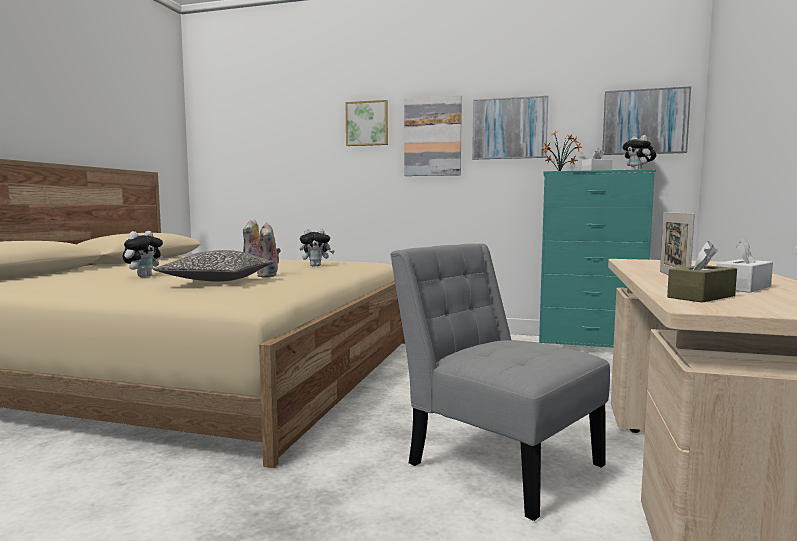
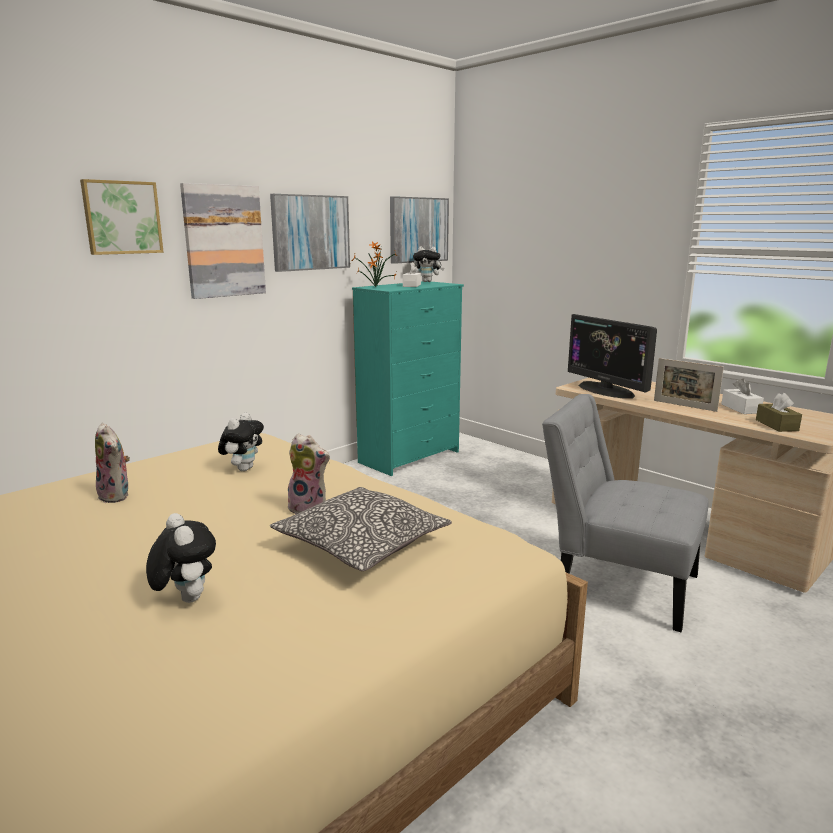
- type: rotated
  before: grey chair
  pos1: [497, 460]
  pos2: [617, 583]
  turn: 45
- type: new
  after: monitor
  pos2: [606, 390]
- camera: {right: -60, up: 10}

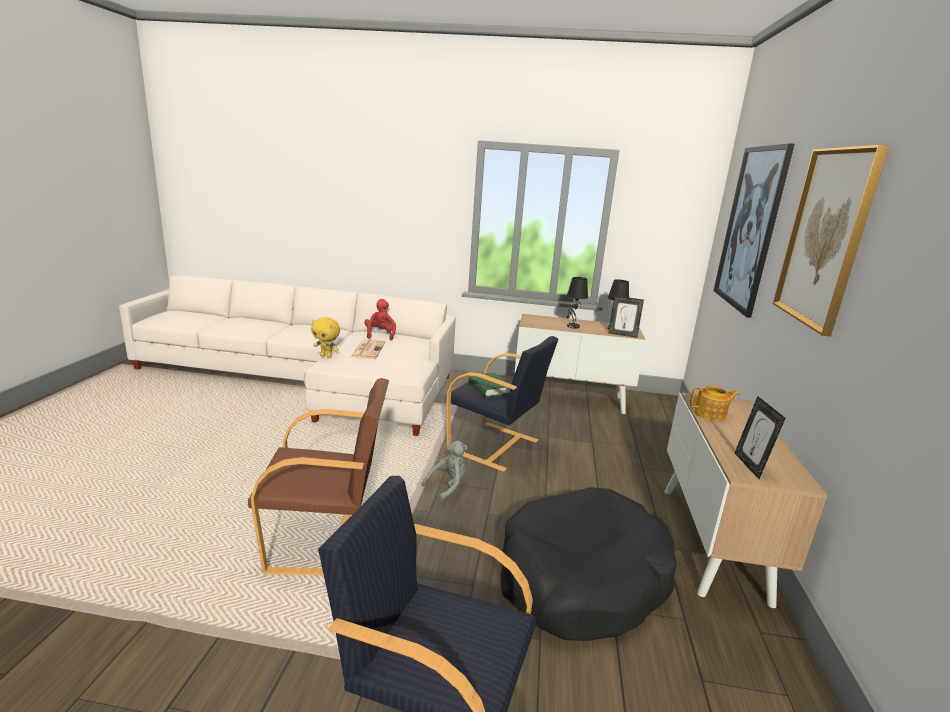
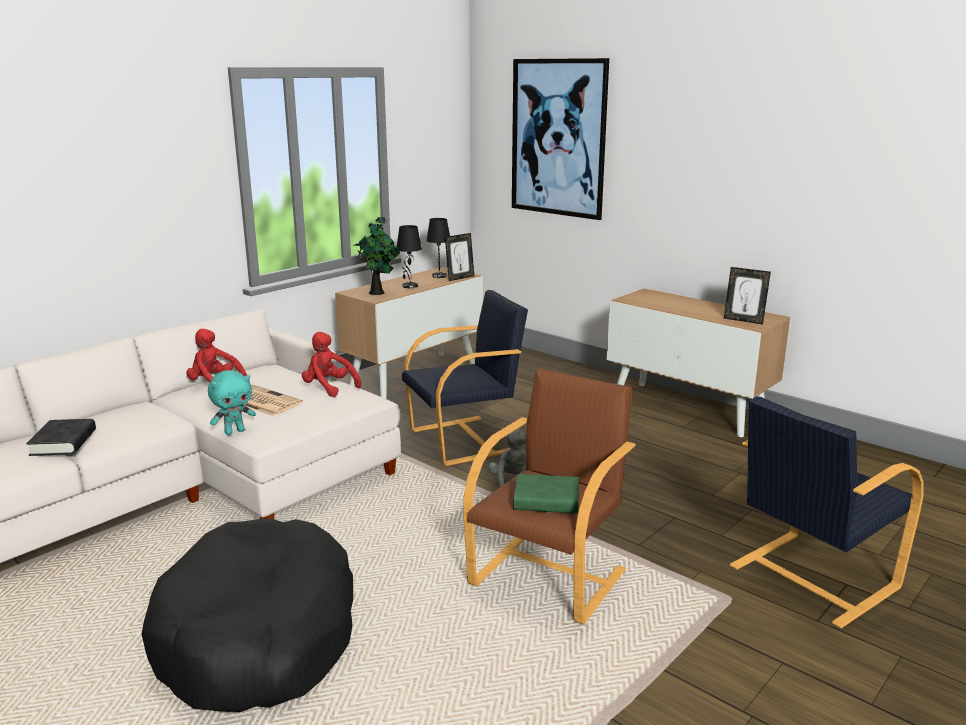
- type: new
  after: black book
  pos2: [63, 442]
- type: shifted
  before: black dog bed
  pos1: [581, 579]
  pos2: [258, 636]
- type: repainted
  before: yellow plush toy
  after: turquoise plush toy
  pos1: [326, 356]
  pos2: [234, 431]
- type: new
  after: red plush toy
  pos2: [328, 388]
- type: new
  after: potted plant
  pos2: [378, 292]
- type: shifted
  before: green book
  pos1: [489, 388]
  pos2: [546, 500]
- type: gone
  before: teapot
  pos1: [710, 414]
- type: gone
  before: picture
  pos1: [825, 237]
- camera: {right: -55, up: 0}

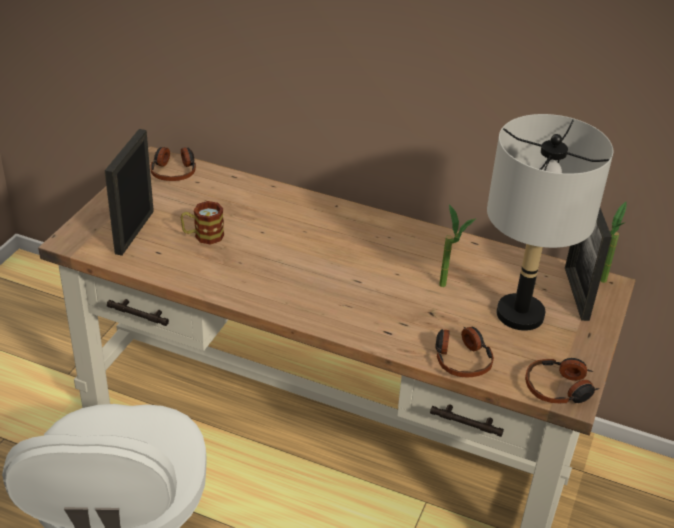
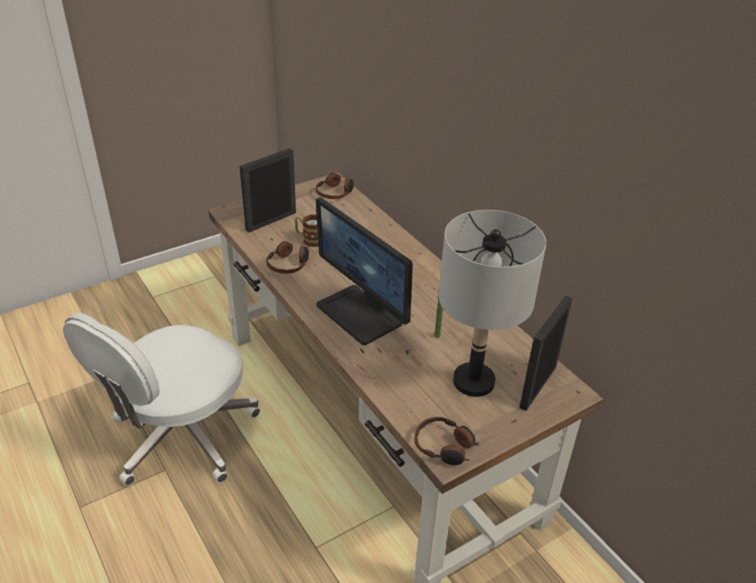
- type: shifted
  before: headphones
  pos1: [461, 359]
  pos2: [289, 264]
- type: new
  after: monitor
  pos2: [360, 314]
- type: gone
  before: potted plant
  pos1: [602, 285]
- camera: {right: 35, up: 0}

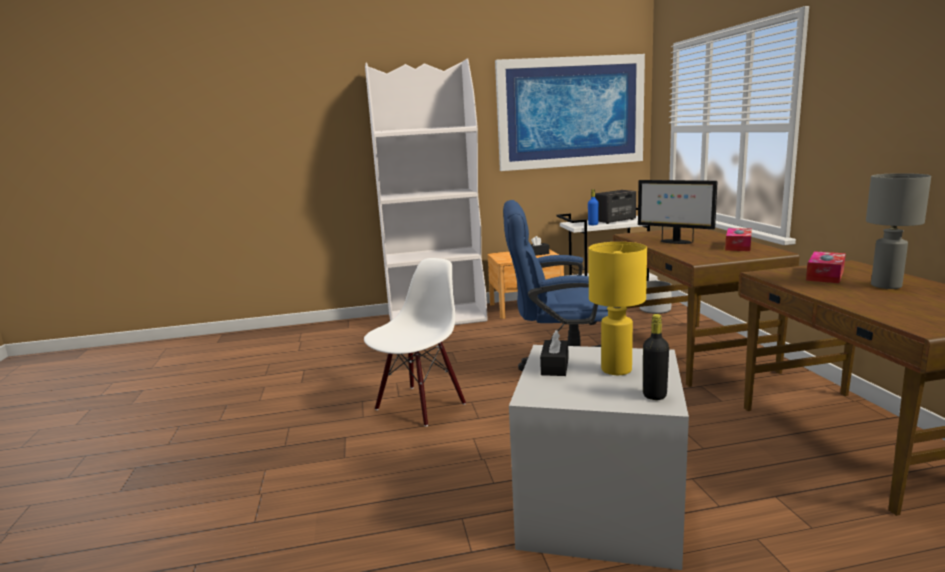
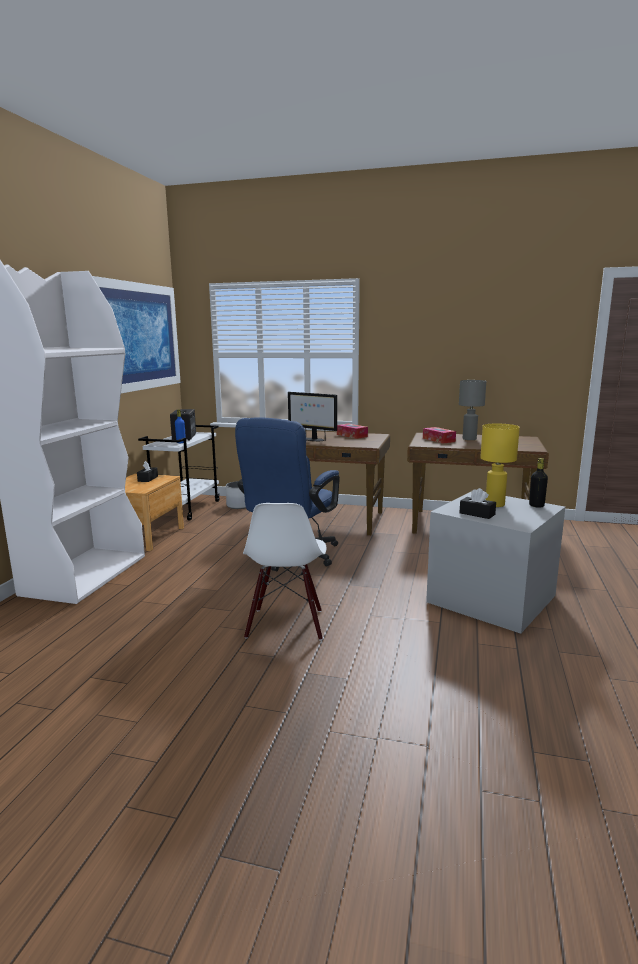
- type: rotated
  before: white chair
  pos1: [420, 405]
  pos2: [286, 624]
  turn: -150
- type: rotated
  before: monitor
  pos1: [675, 242]
  pos2: [313, 439]
  turn: 60
- camera: {right: -65, up: 0}

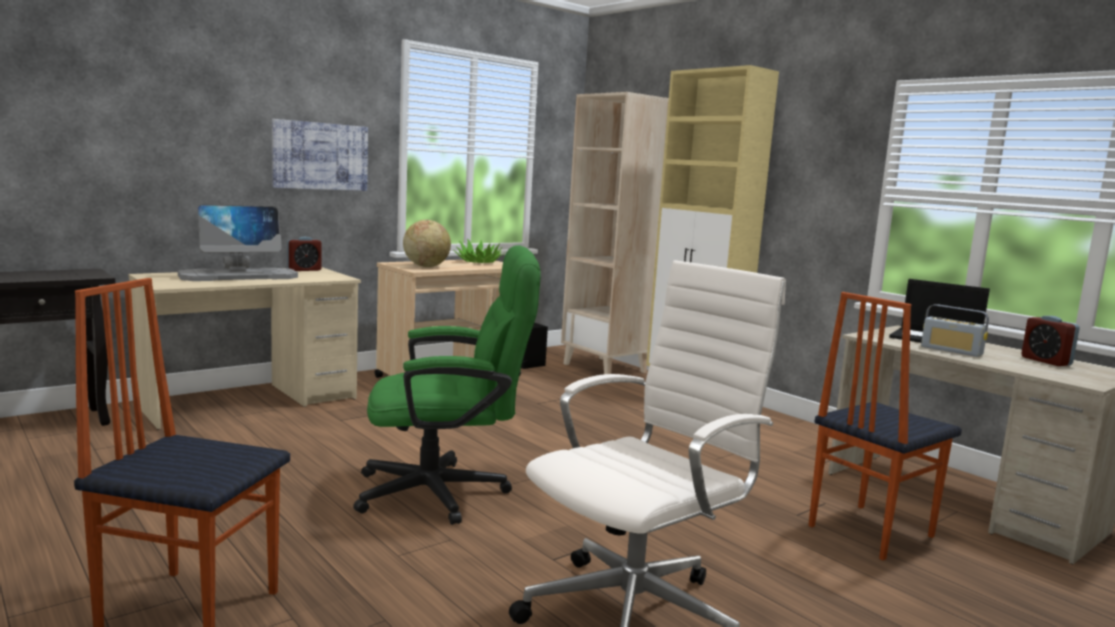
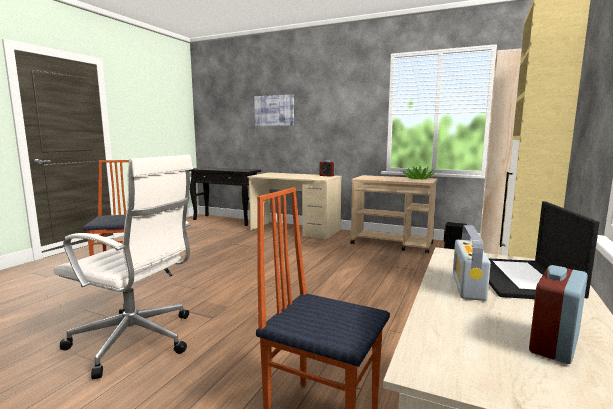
- type: shifted
  before: picture
  pos1: [320, 156]
  pos2: [274, 110]
- type: gone
  before: monitor
  pos1: [240, 276]
- type: gone
  before: green office chair
  pos1: [446, 492]
- type: gone
  before: globe
  pos1: [426, 266]
- camera: {right: 65, up: 0}

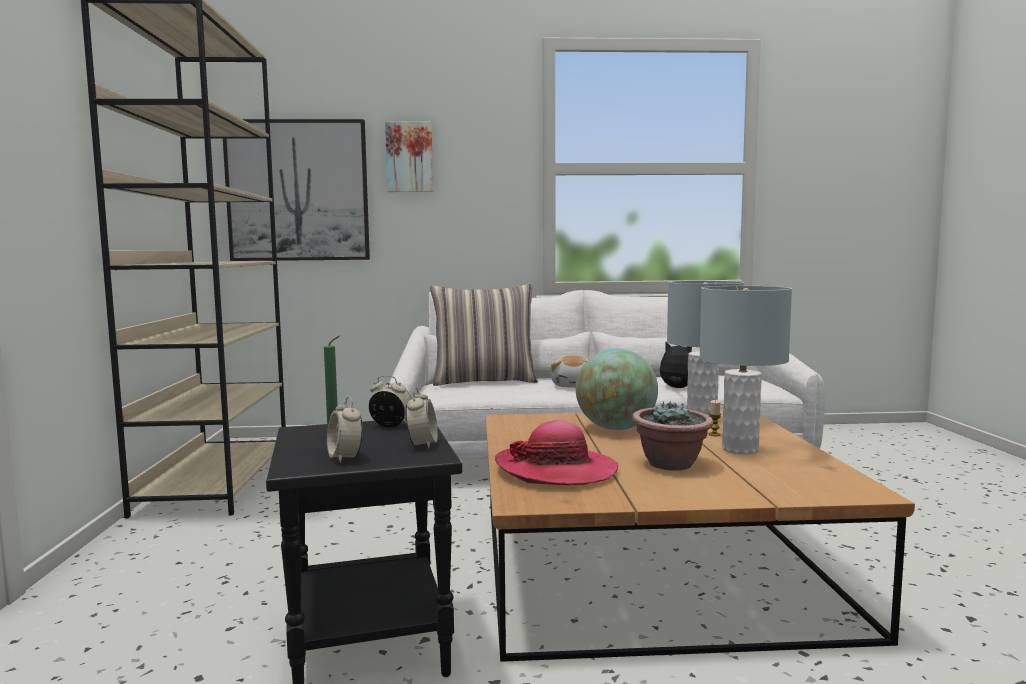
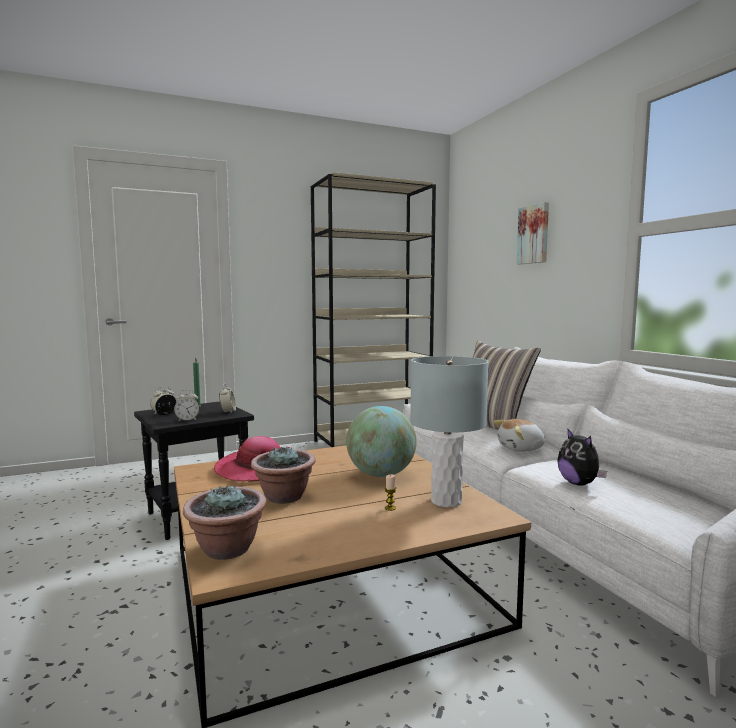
- type: new
  after: potted plant
  pos2: [227, 550]
- type: rotated
  before: plush toy
  pos1: [676, 388]
  pos2: [579, 483]
  turn: 150
- type: gone
  before: picture
  pos1: [298, 191]
- type: gone
  before: grey table lamp
  pos1: [740, 449]
- camera: {right: 70, up: 0}

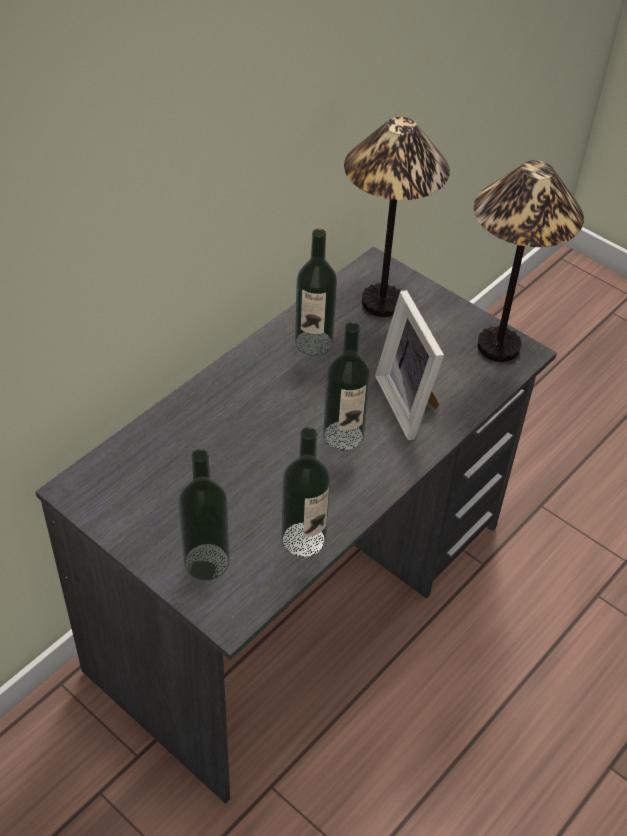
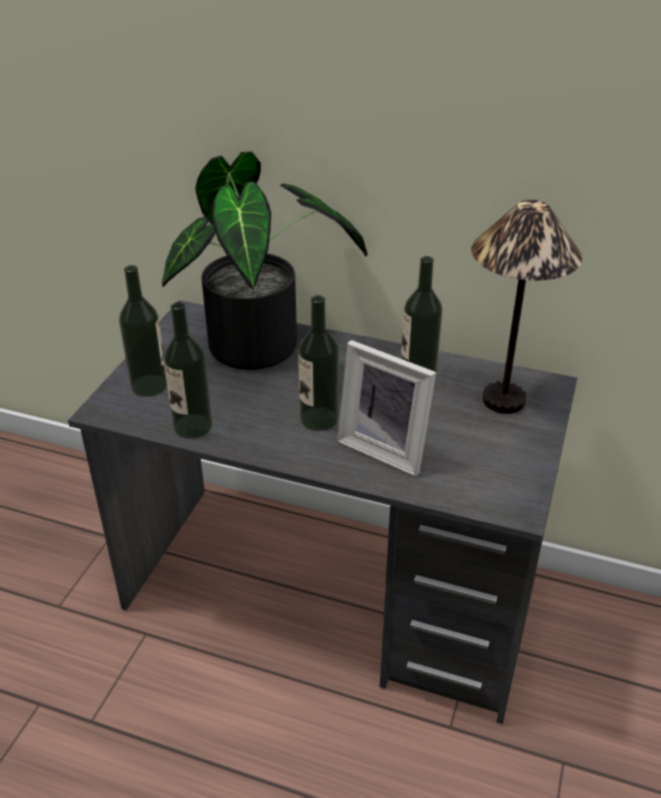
- type: new
  after: potted plant
  pos2: [264, 348]
- type: rotated
  before: picture frame
  pos1: [410, 403]
  pos2: [386, 448]
  turn: -105
- type: gone
  before: table lamp
  pos1: [498, 348]
- camera: {right: 70, up: -10}

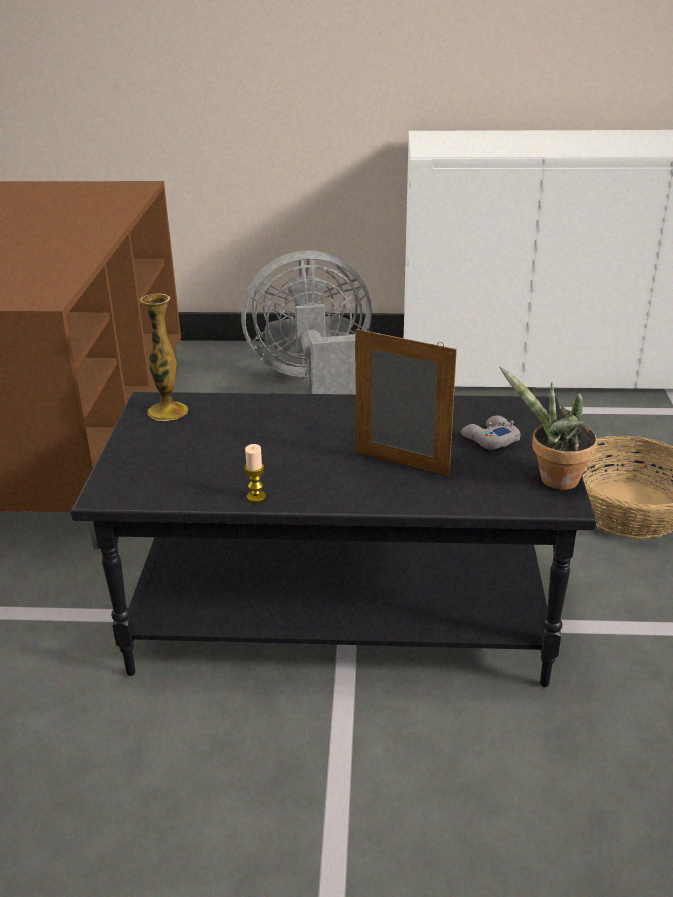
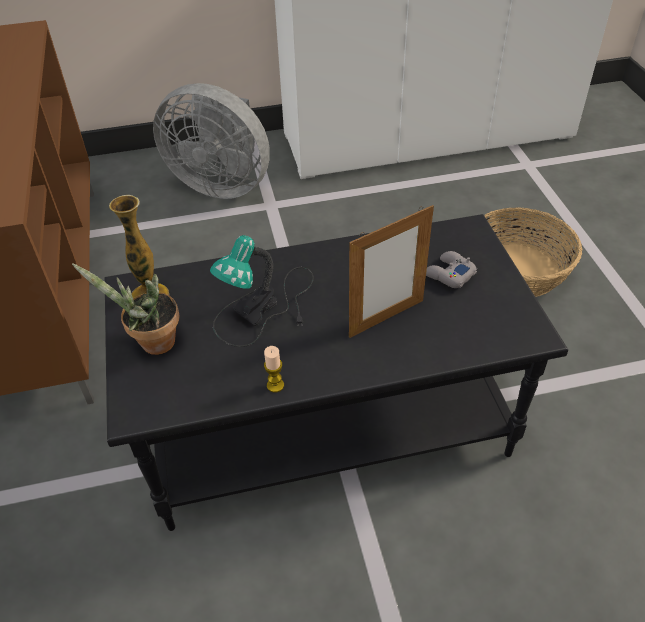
- type: shifted
  before: potted plant
  pos1: [553, 480]
  pos2: [152, 344]
- type: rotated
  before: grey fan
  pos1: [315, 381]
  pos2: [222, 184]
  turn: -135
- type: new
  after: table lamp
  pos2: [266, 308]
- type: rotated
  before: picture frame
  pos1: [401, 463]
  pos2: [386, 318]
  turn: 135
- camera: {right: -15, up: 15}

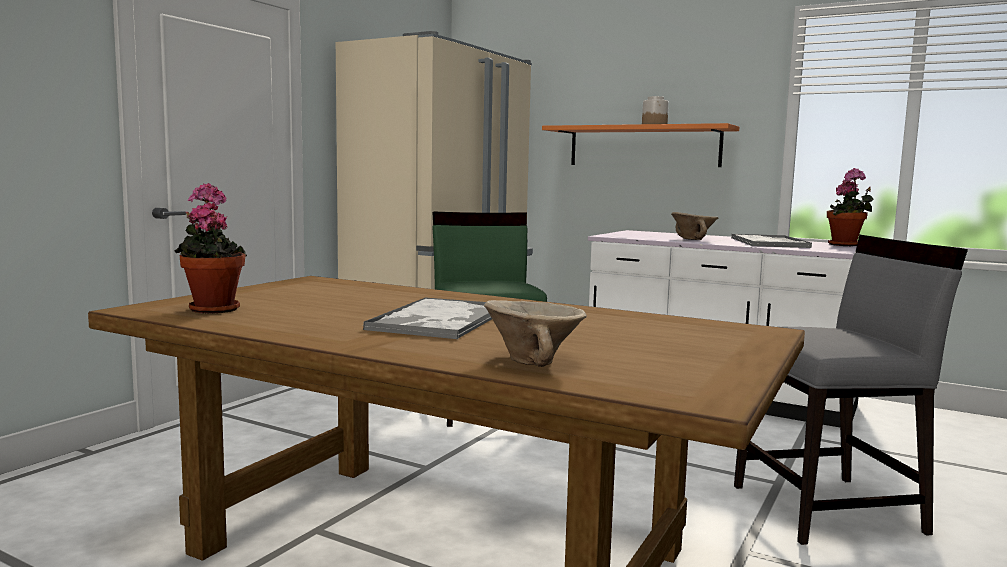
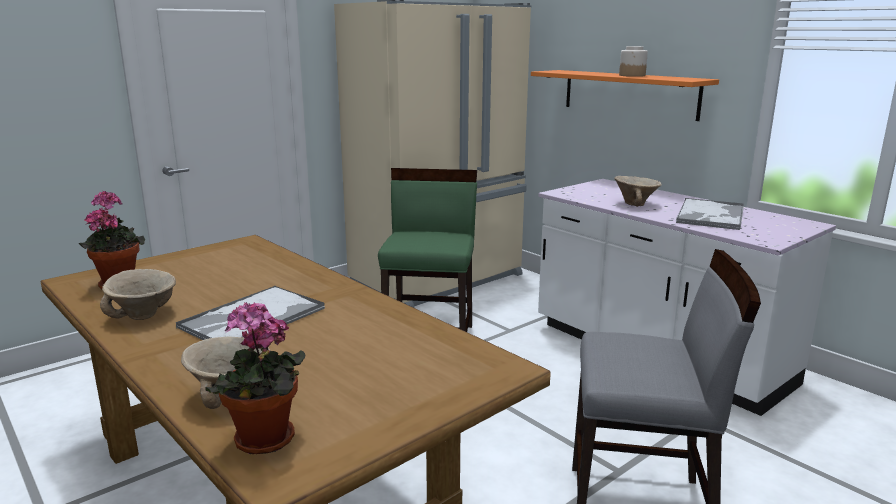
- type: new
  after: beige bowl
  pos2: [145, 315]
- type: shifted
  before: potted plant
  pos1: [846, 245]
  pos2: [264, 442]
- camera: {right: 20, up: 10}

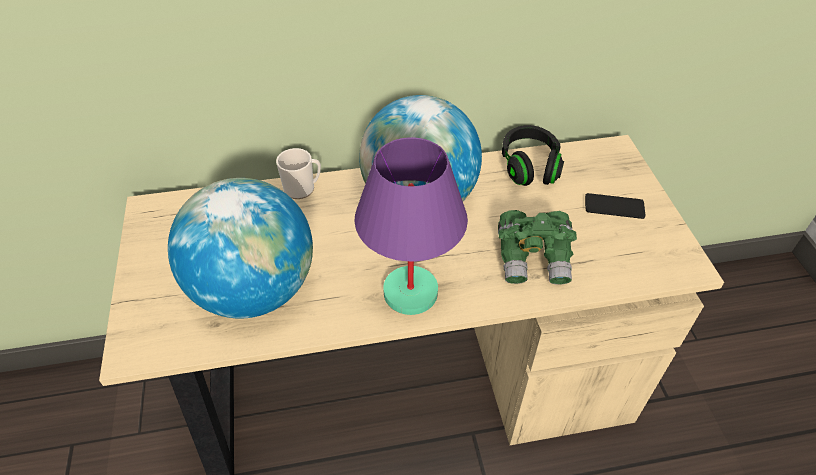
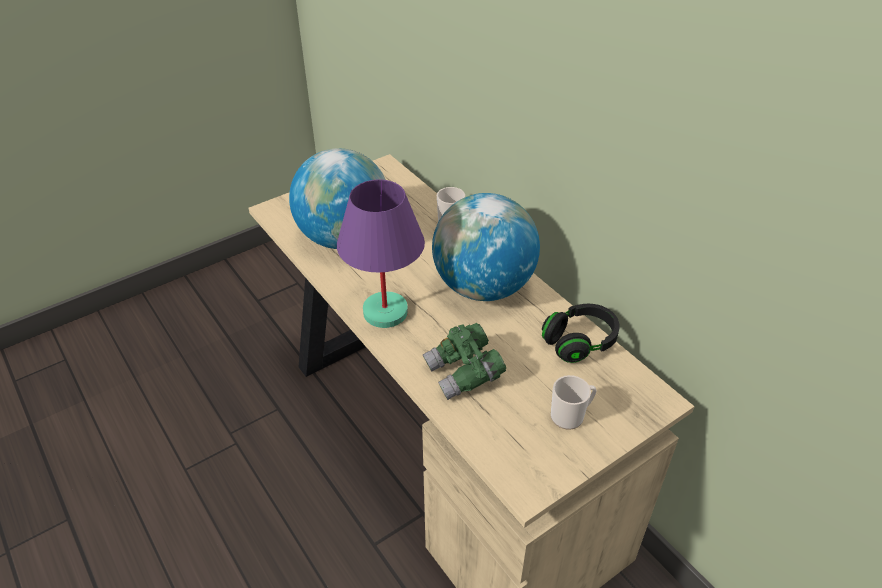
- type: swapped
  before: phone
  after: mug
  pos1: [614, 206]
  pos2: [570, 415]
- camera: {right: 65, up: -5}

